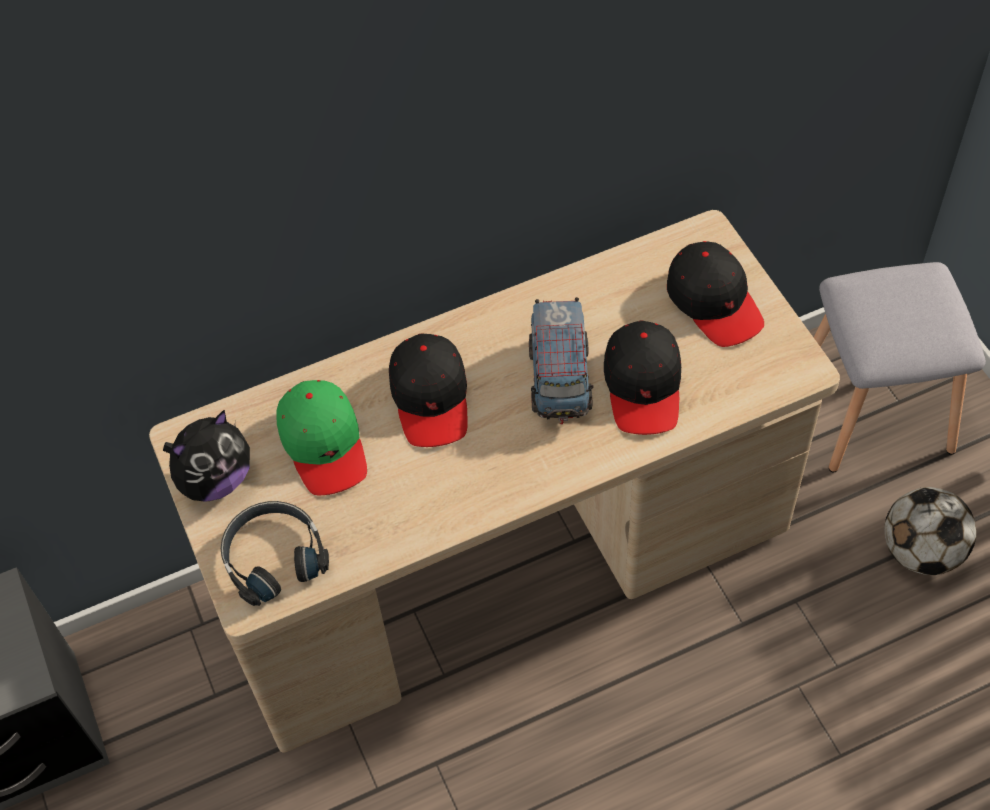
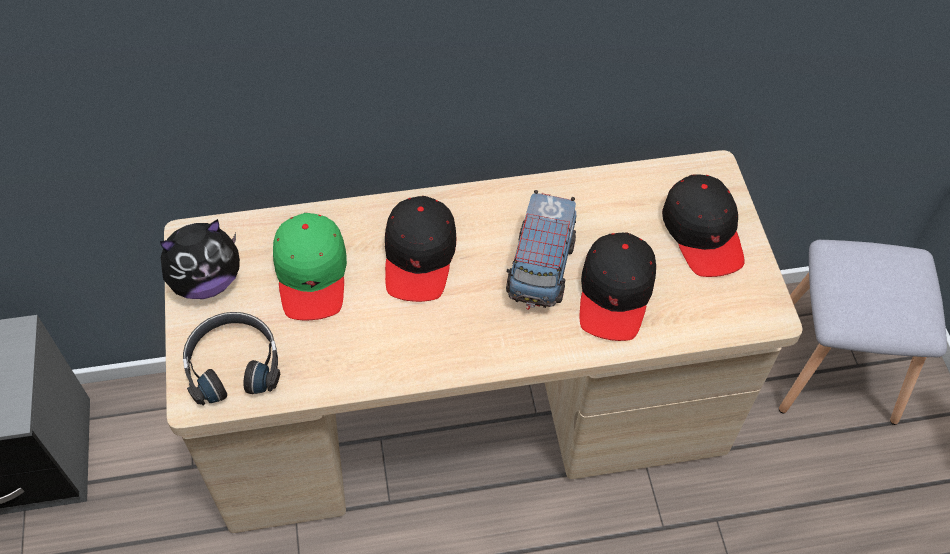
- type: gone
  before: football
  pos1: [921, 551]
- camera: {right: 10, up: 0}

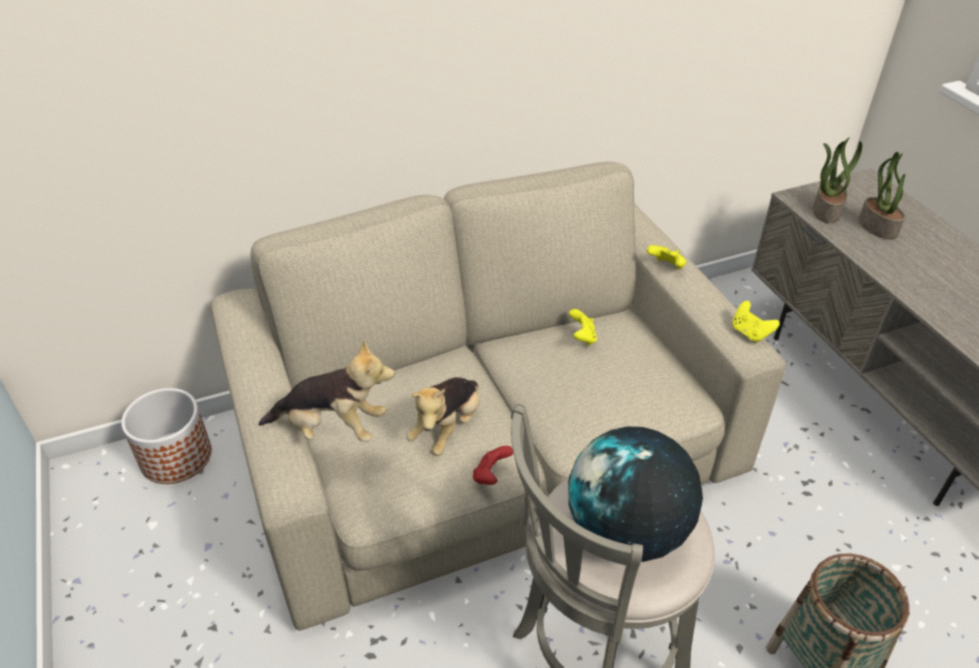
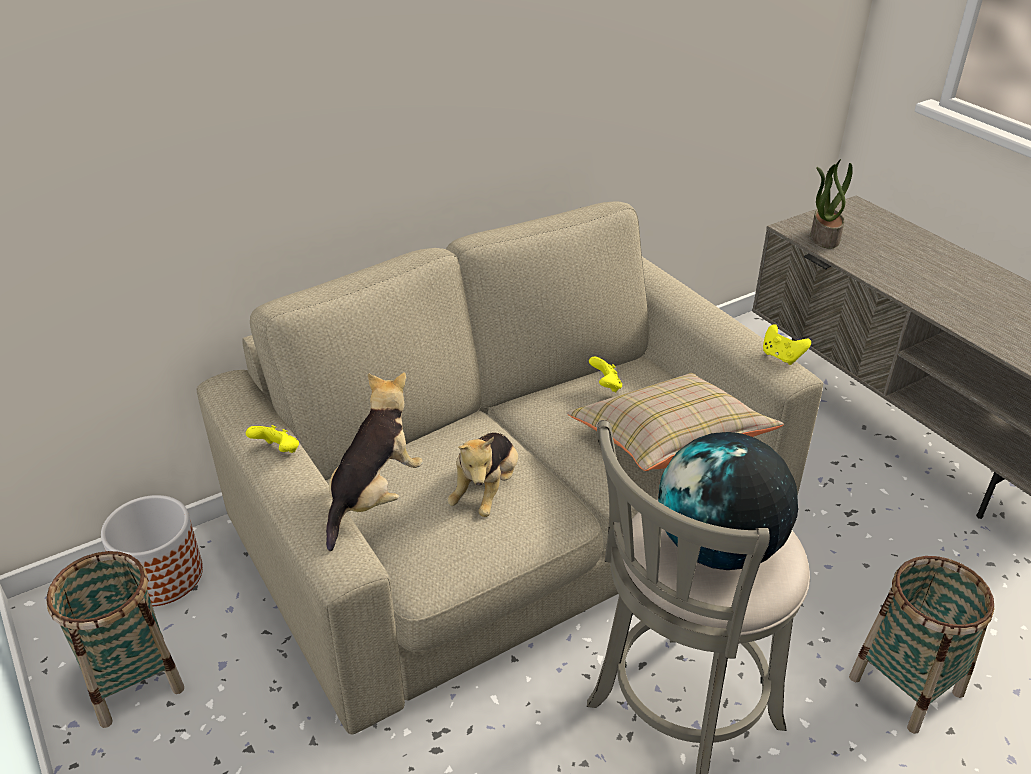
- type: new
  after: basket
  pos2: [133, 680]
- type: shifted
  before: yellow game controller
  pos1: [666, 267]
  pos2: [277, 451]
- type: rotated
  before: plush toy
  pos1: [332, 428]
  pos2: [374, 496]
  turn: -60
- type: new
  after: beige pillow
  pos2: [668, 444]
- type: gone
  before: red game controller
  pos1: [491, 475]
- type: gone
  before: potted plant
  pos1: [876, 227]
- camera: {right: -10, up: -5}

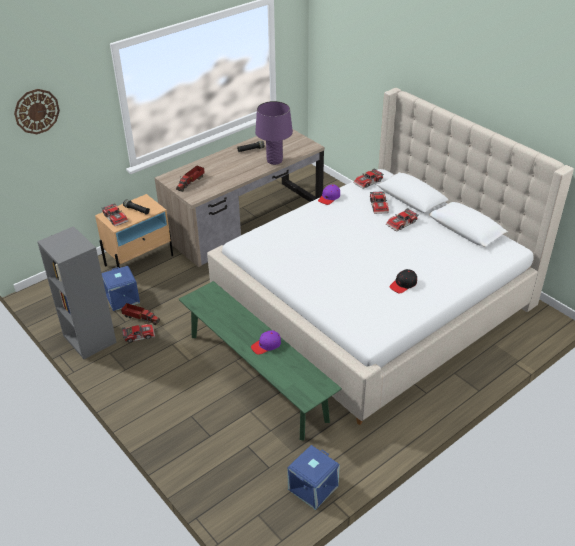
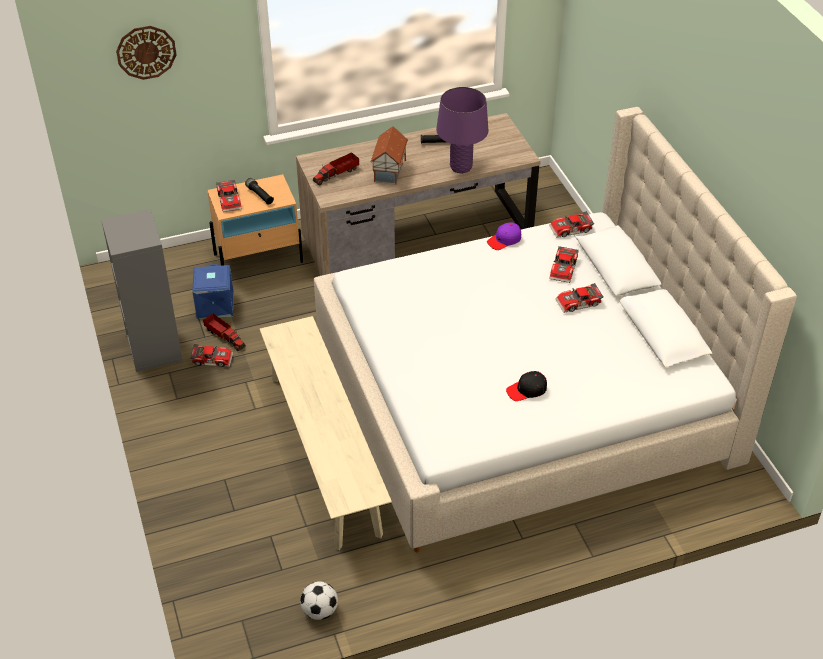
- type: repainted
  before: green bench
  after: beige bench
  pos1: [256, 376]
  pos2: [324, 453]
- type: swapped
  before: blue storage box
  after: football
  pos1: [313, 488]
  pos2: [320, 611]
- type: new
  after: toy house
  pos2: [390, 171]
- type: gone
  before: purple cap
  pos1: [266, 345]
- camera: {right: 20, up: 5}

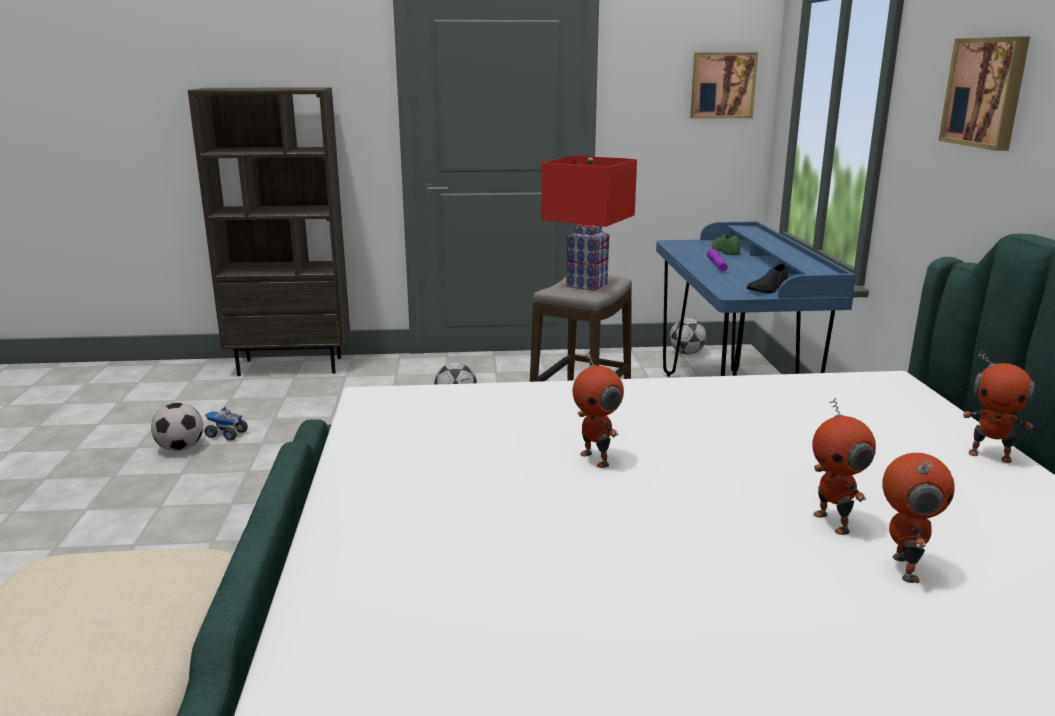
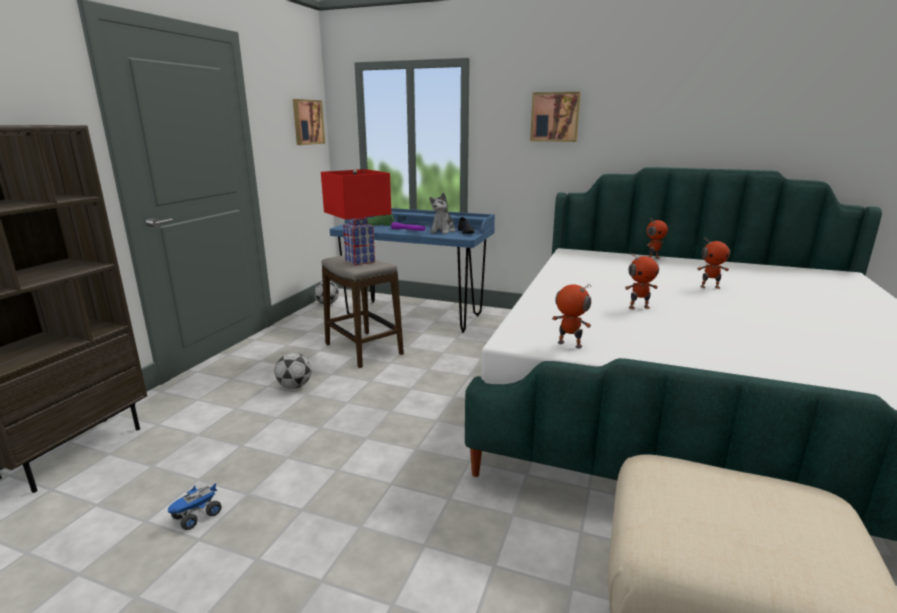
- type: new
  after: plush toy
  pos2: [443, 231]
- type: shifted
  before: toy robot
  pos1: [902, 568]
  pos2: [569, 345]
- type: gone
  before: football
  pos1: [180, 448]
- camera: {right: -65, up: 0}

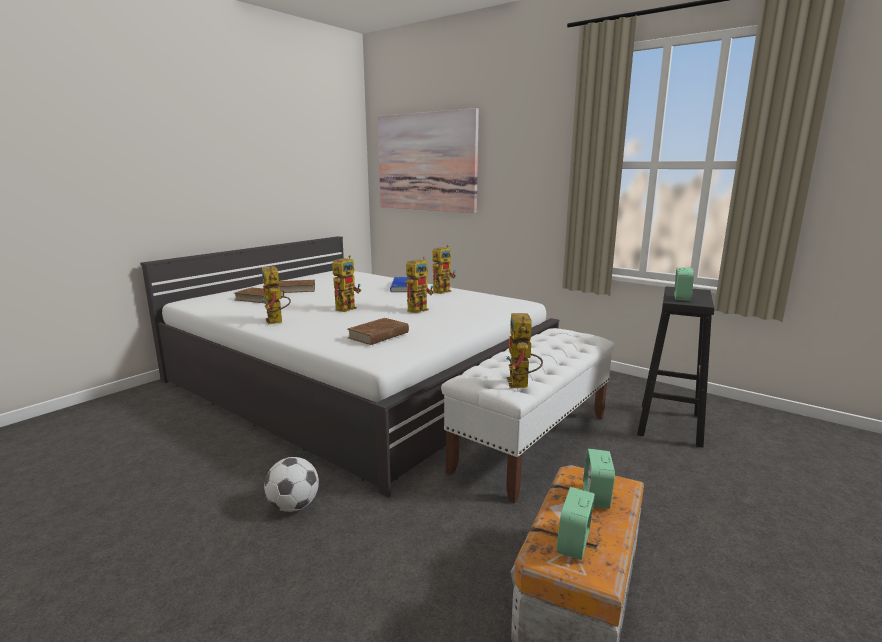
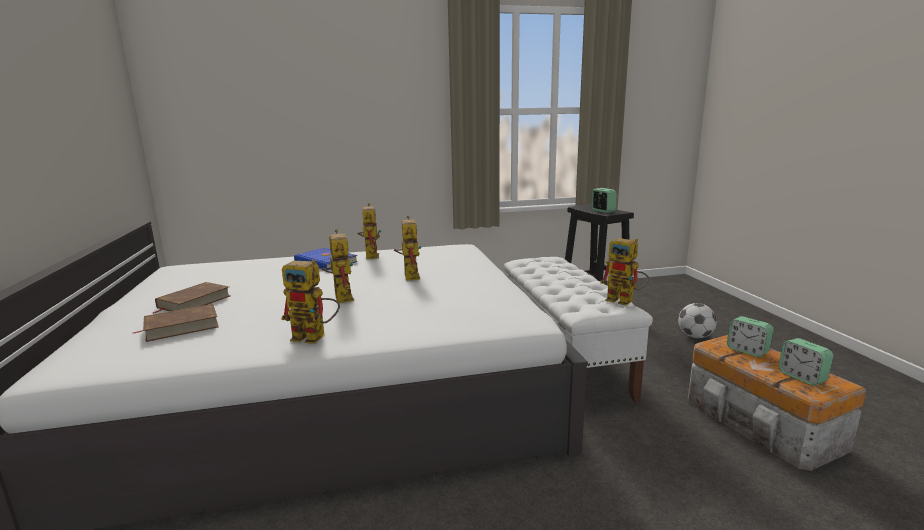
- type: shifted
  before: football
  pos1: [294, 506]
  pos2: [695, 336]
- type: gone
  before: brown book
  pos1: [379, 335]
- type: gone
  before: picture
  pos1: [426, 162]
- camera: {right: -50, up: 0}

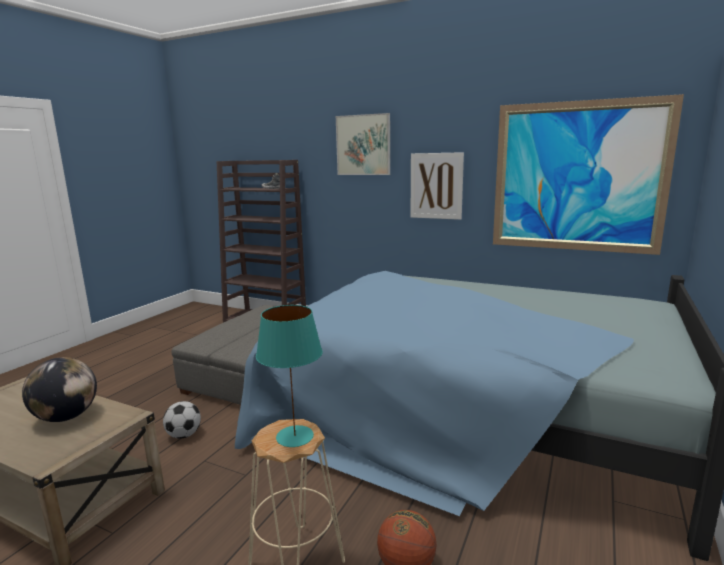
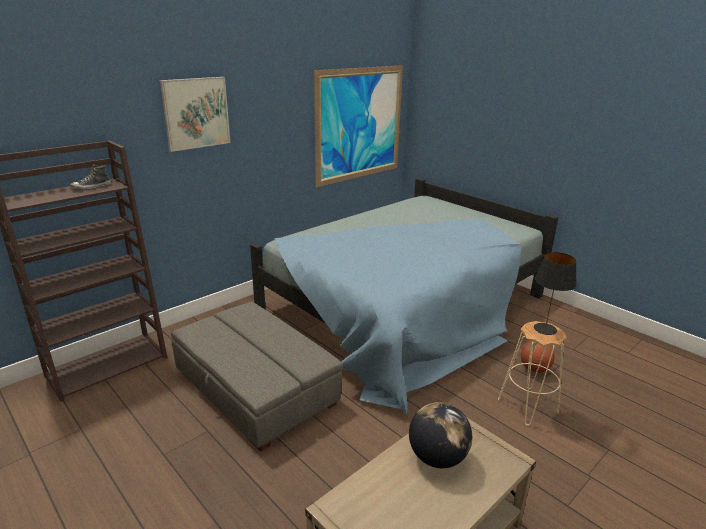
- type: repainted
  before: turquoise table lamp
  after: black table lamp
  pos1: [294, 436]
  pos2: [545, 329]
- type: gone
  before: football
  pos1: [184, 435]
- type: gone
  before: picture
  pos1: [436, 186]
- camera: {right: -70, up: 10}

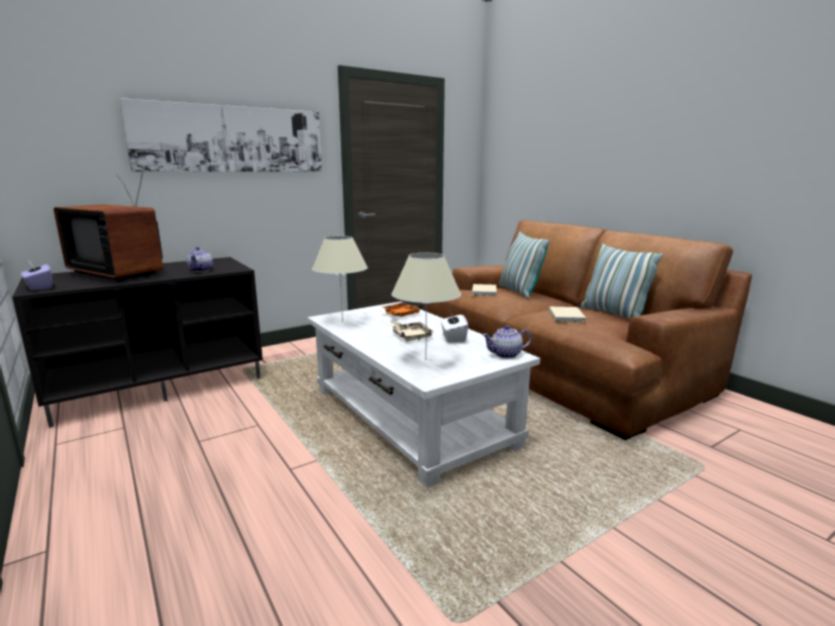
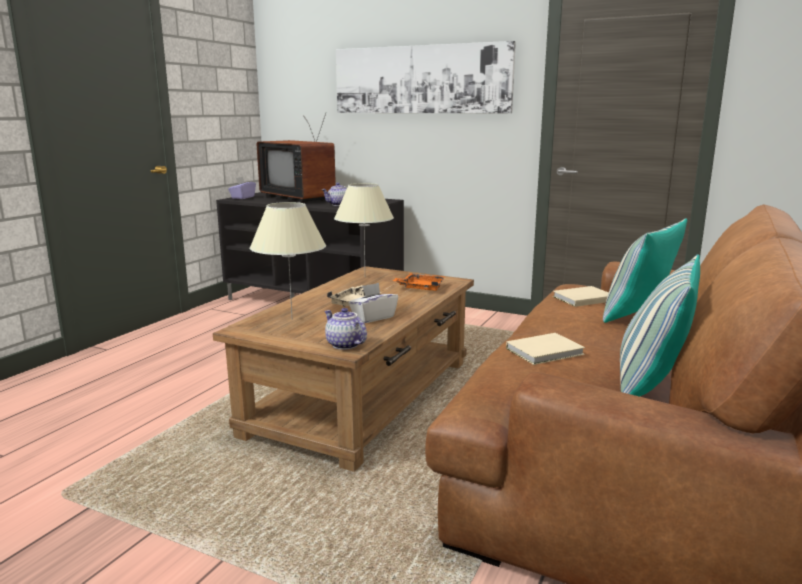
- type: repainted
  before: white coffee table
  after: brown coffee table
  pos1: [410, 416]
  pos2: [362, 397]
- type: rotated
  before: television
  pos1: [122, 273]
  pos2: [301, 198]
  turn: -45
- camera: {right: 60, up: 0}

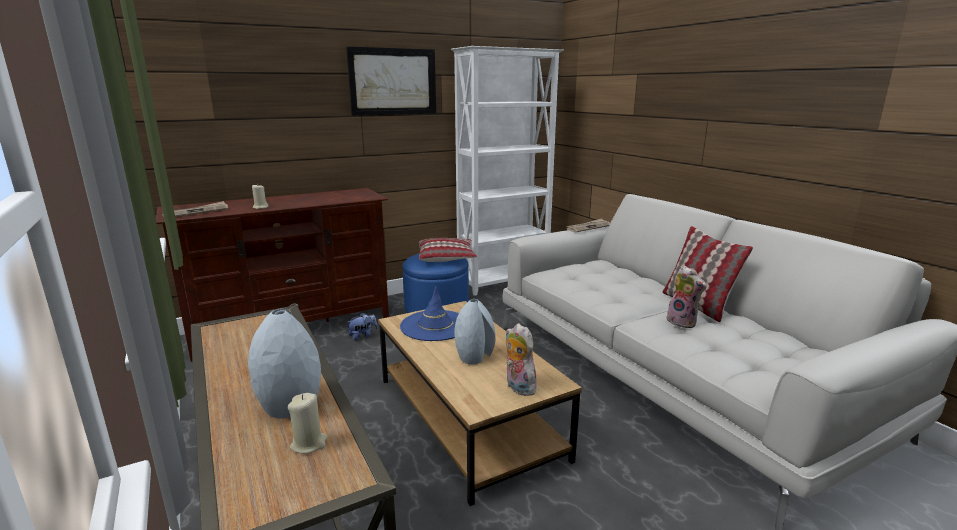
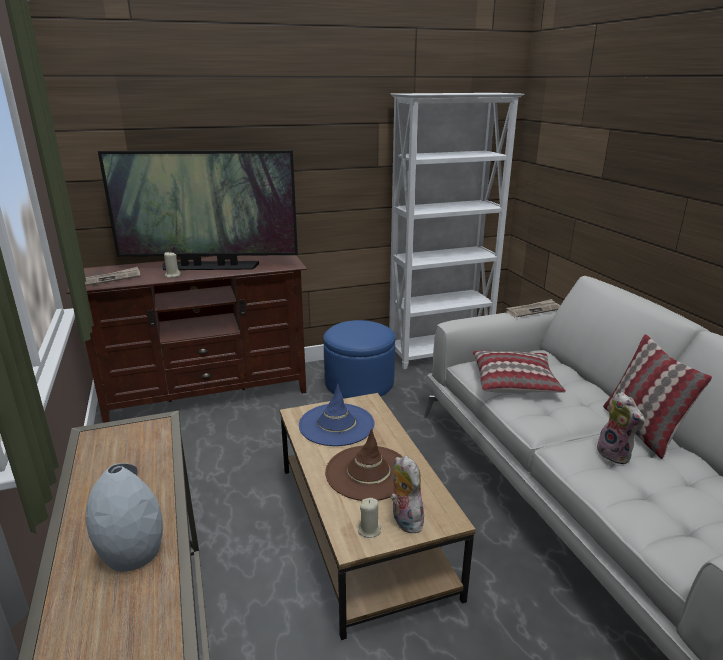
- type: new
  after: television
  pos2: [209, 267]
- type: swapped
  before: grey vase
  after: brown hat
  pos1: [475, 357]
  pos2: [368, 473]
- type: shifted
  before: beige candle
  pos1: [309, 444]
  pos2: [369, 530]
- type: shifted
  before: pillow
  pos1: [446, 258]
  pos2: [514, 382]
- type: gone
  before: picture
  pos1: [393, 81]
- type: gone
  before: plush toy
  pos1: [363, 336]
- camera: {right: 10, up: 5}

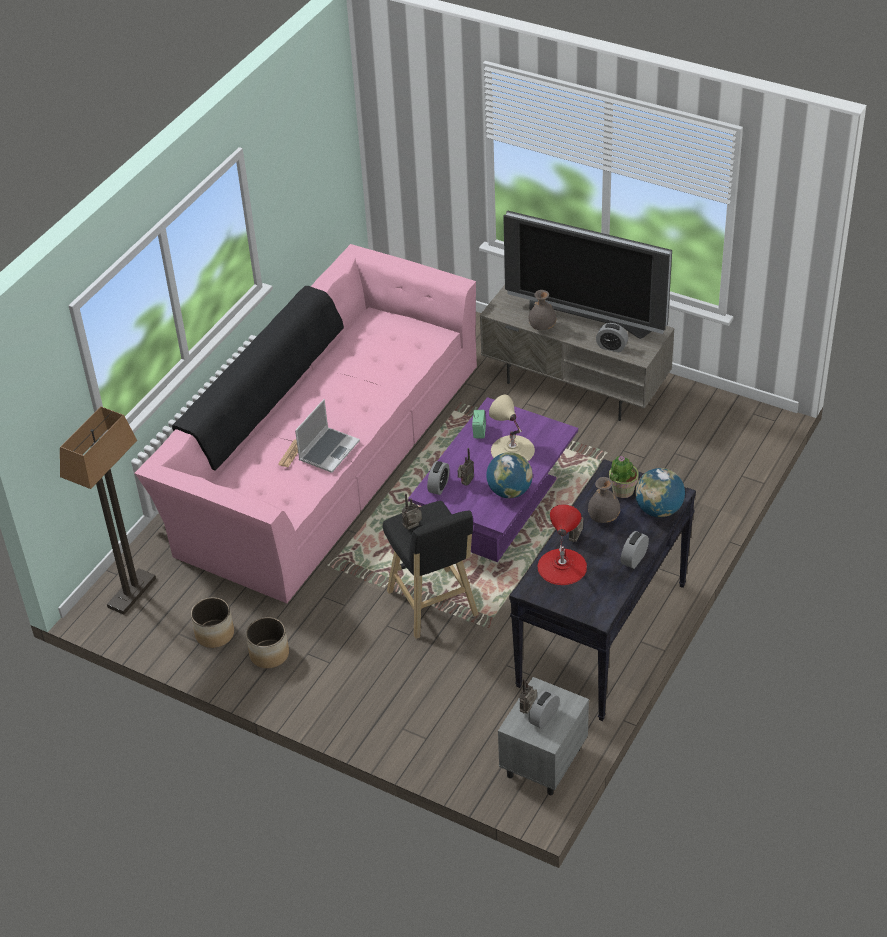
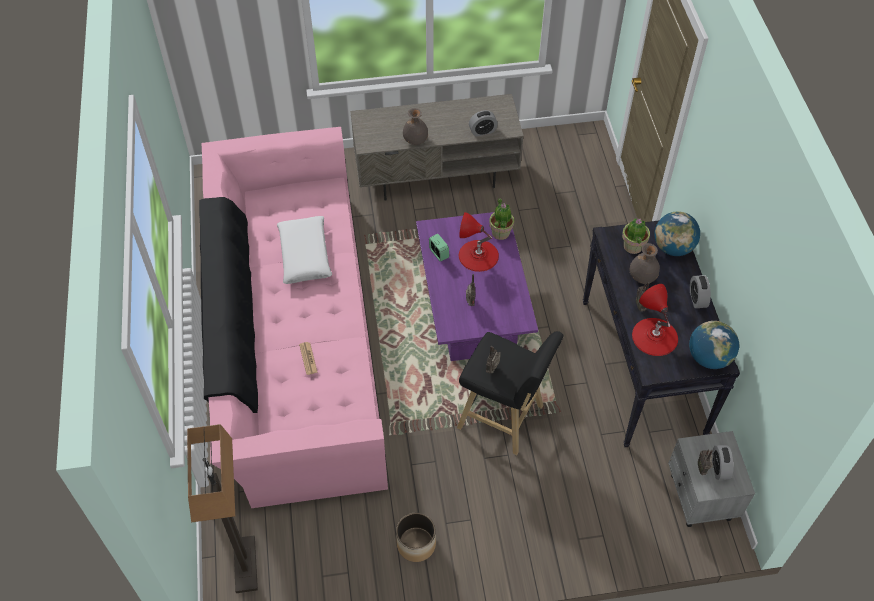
- type: new
  after: white pillow
  pos2: [305, 255]
- type: repainted
  before: beige table lamp
  after: red table lamp
  pos1: [512, 450]
  pos2: [478, 255]
- type: new
  after: potted plant
  pos2: [501, 232]
- type: shifted
  before: globe
  pos1: [509, 491]
  pos2: [708, 358]
- type: gone
  before: planter
  pos1: [215, 634]
- type: gone
  before: laptop
  pos1: [329, 450]
- type: gone
  before: alarm clock
  pos1: [439, 486]
- type: gone
  before: television
  pos1: [589, 317]
- camera: {right: -40, up: 10}

